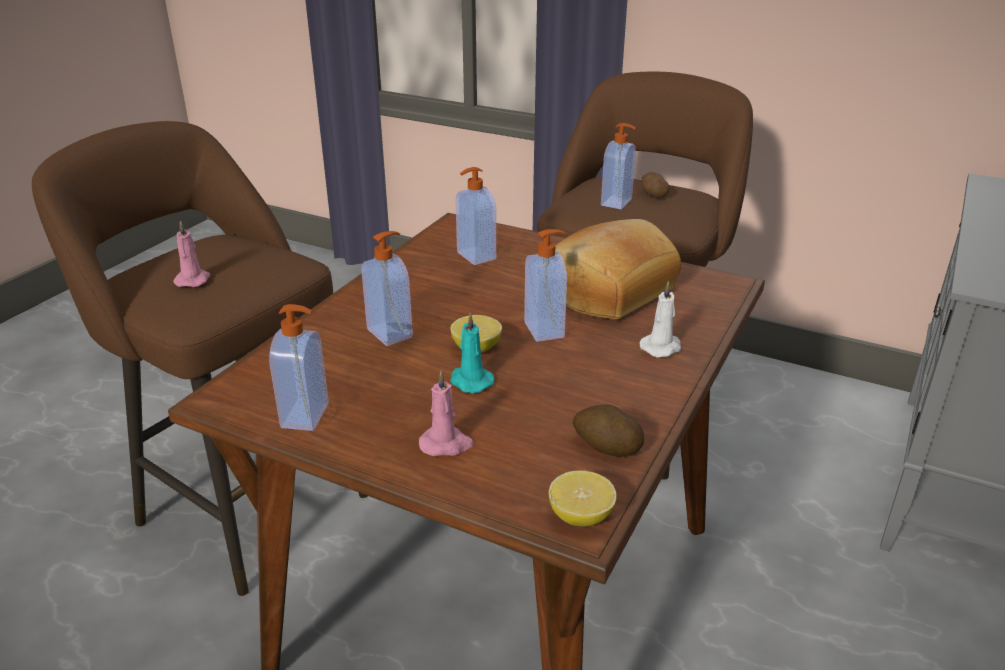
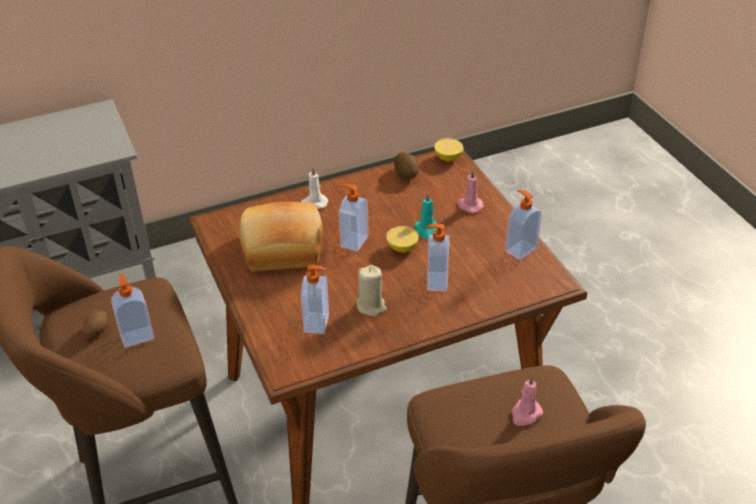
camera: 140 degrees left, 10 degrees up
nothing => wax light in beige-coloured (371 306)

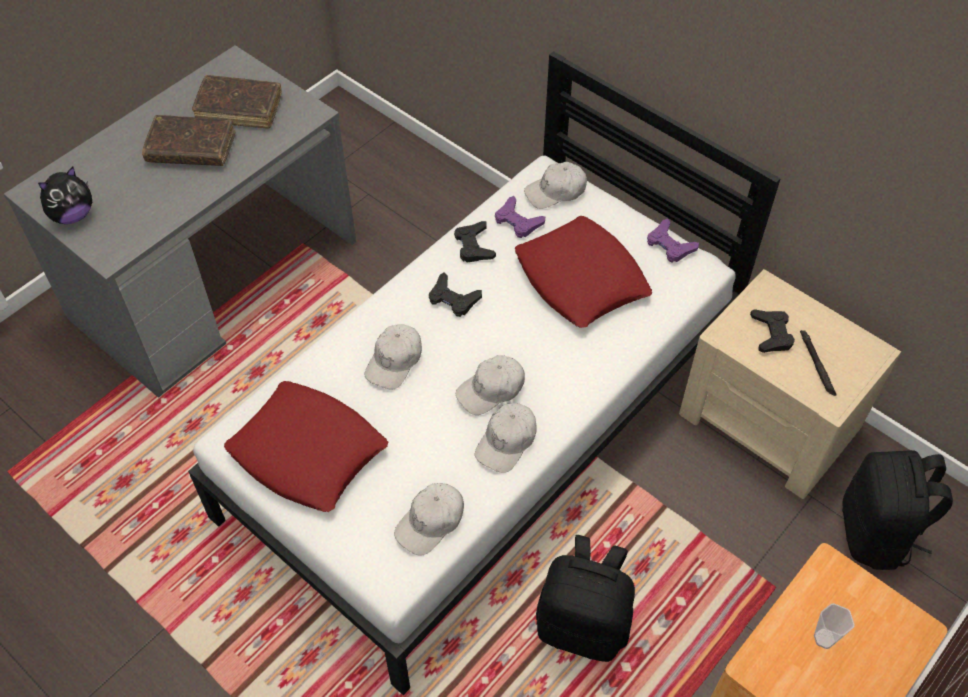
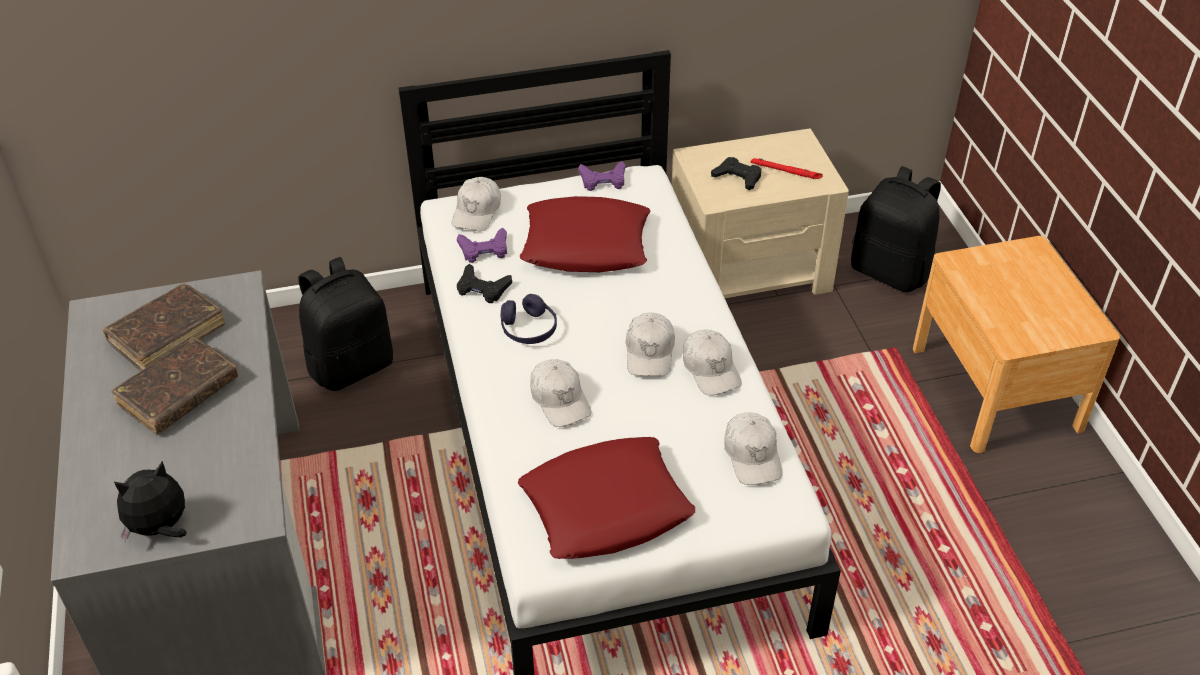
camera: 55 degrees left, 10 degrees down
plush toy (73 215) => plush toy (160 528), 120 degrees counterclockwise
joypad in blackish (453 299) => pair of headphones in purple-coloured (528 329)
rucksack in blackish (583 624) => rucksack in blackish (351 365), shifted
hand torch in blackish (816 364) => hand torch in red (785 171)
drinking cup (824 638) => nothing

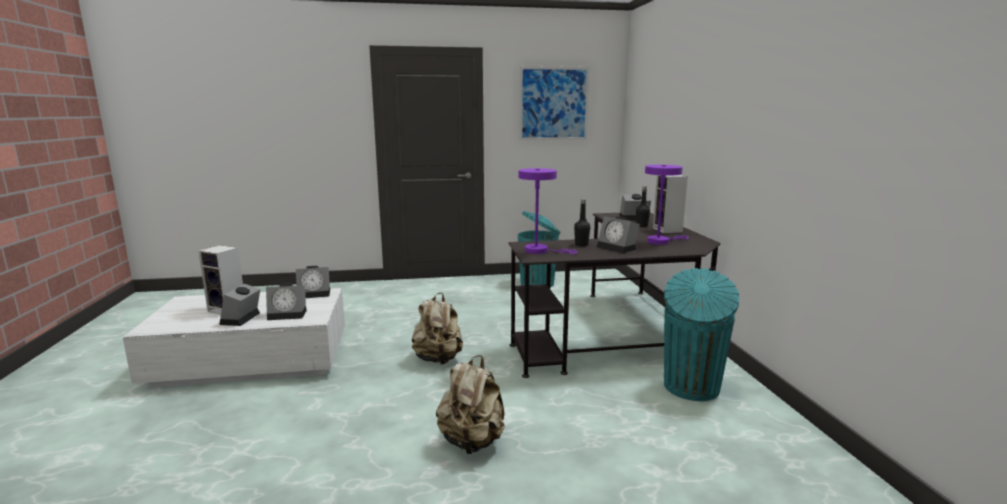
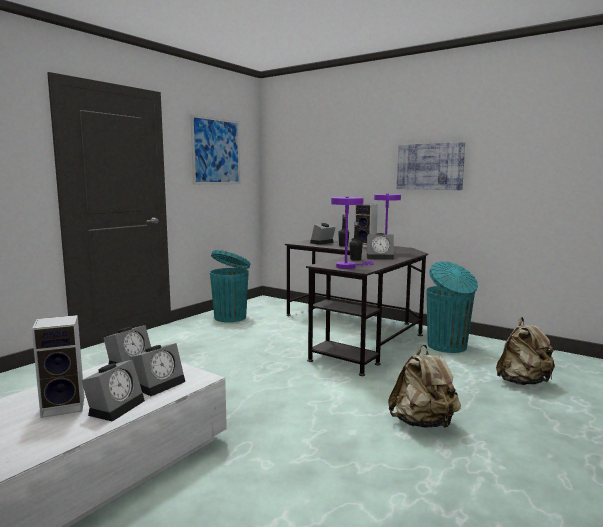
camera: 45 degrees left, 5 degrees down
table clock (241 319) => table clock (116 406), 120 degrees counterclockwise
rucksack in beige-coloured (438 359) => rucksack in beige-coloured (523 382), shifted
nothing => wall art (430 166)

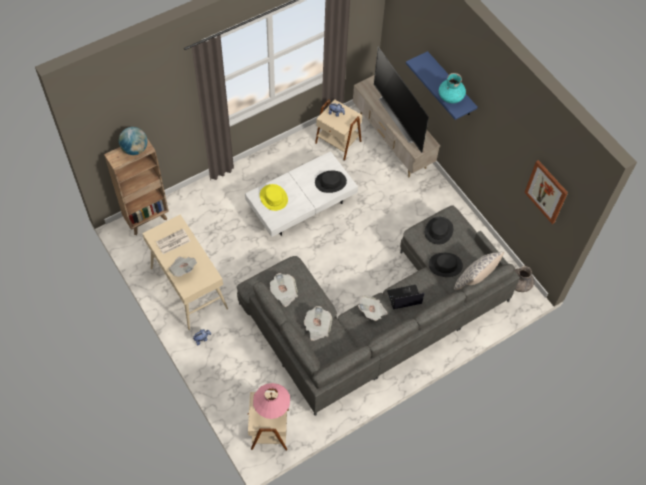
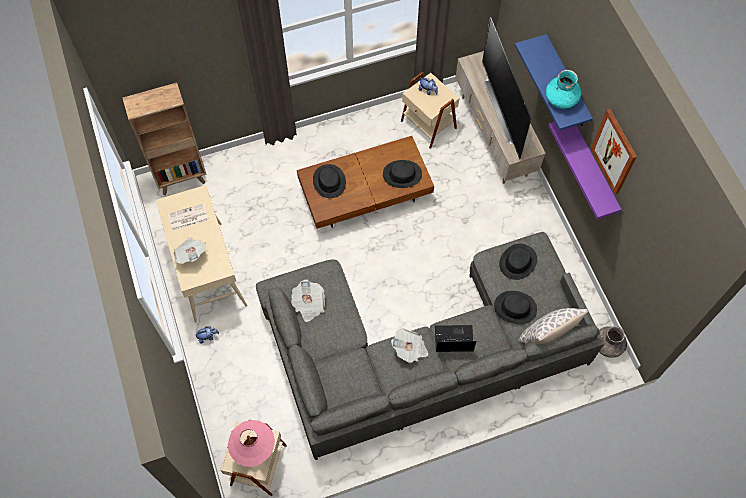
camera: 15 degrees right, 5 degrees up
world globe (135 149) => nothing
low table in whitish (301 205) => low table in brown-coloured (365 195)
wearable hat in yellow (273 197) => wearable hat in blackish (329 181)
daily paper (317 327) => nothing
wall art (546 191) => wall art (614 152), shifted
nothing => wall shelf in purple-coloured (593 168)

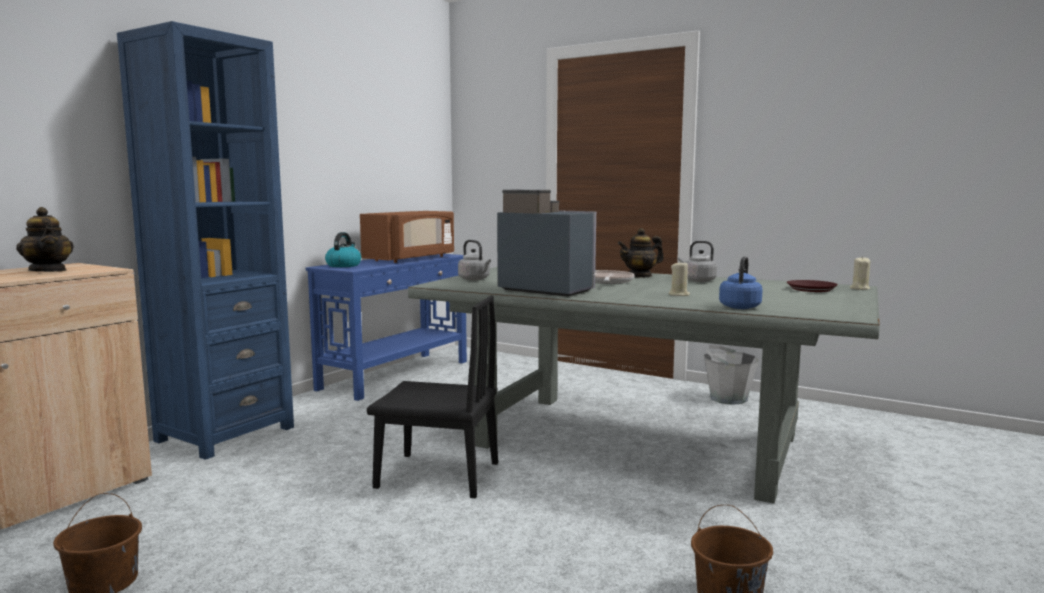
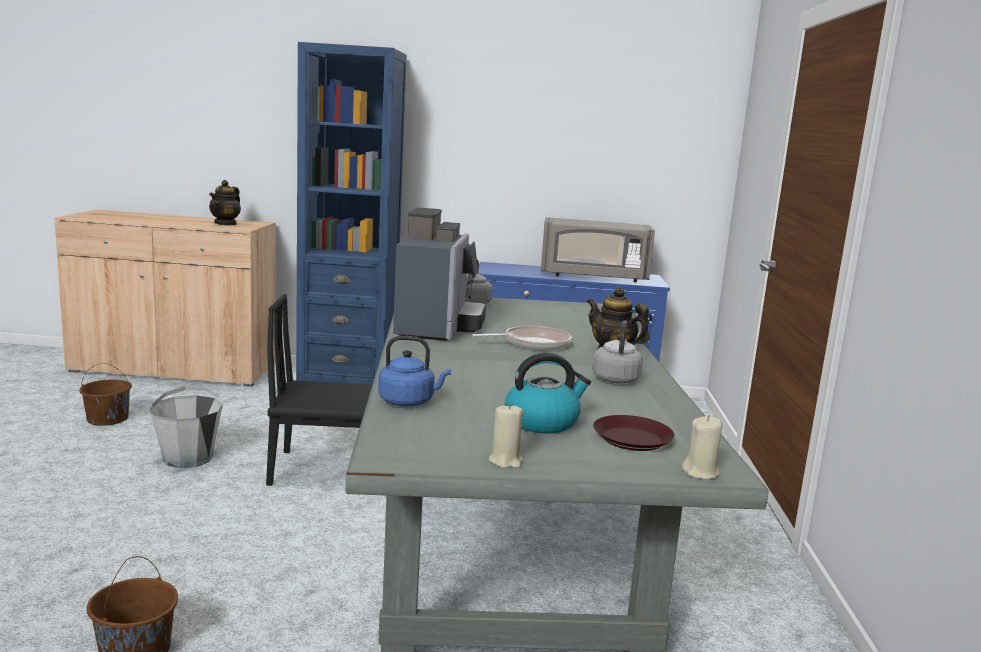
camera: 60 degrees right, 5 degrees up
kettle (343 265) => kettle (542 422), shifted
kitchen microwave in brown-coloured (411 259) => kitchen microwave in gray (593 276)
chair in blackish (437 475) => chair in blackish (325 470), 105 degrees clockwise
wax light in beige-coloured (679 294) => wax light in beige-coloured (506 461), shifted
water bucket in gray (728 398) => water bucket in gray (188 458), shifted

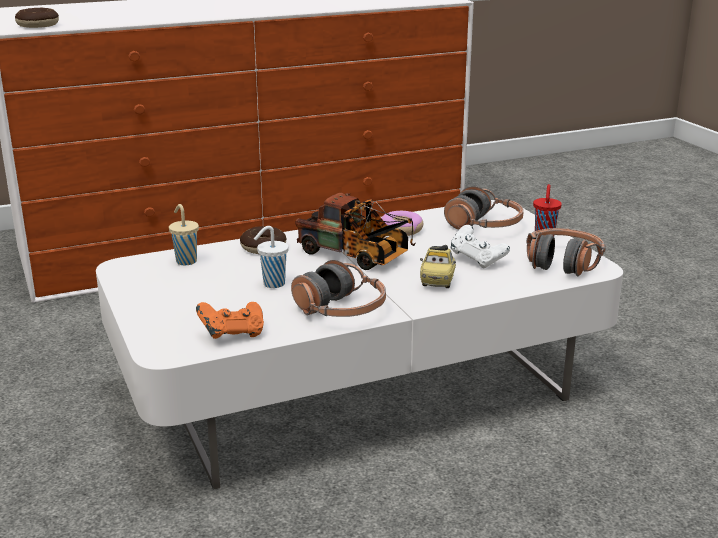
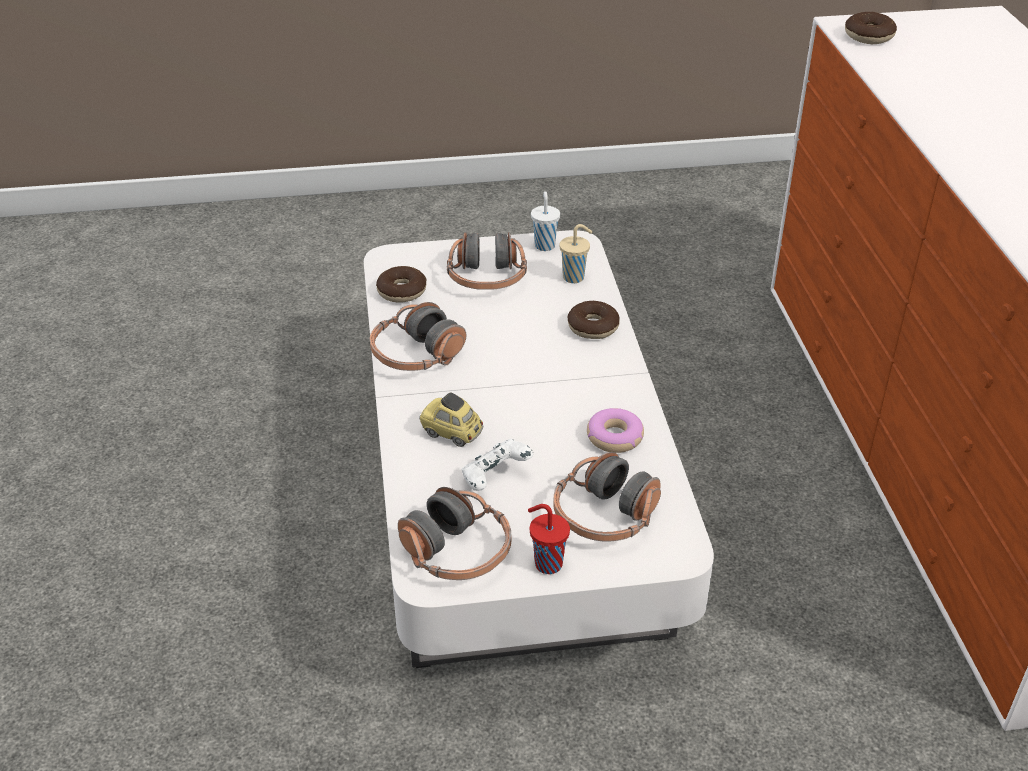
camera: 105 degrees right, 15 degrees up
joypad in orange-coloured (233 334) => donut (402 291)
drinking cup in whitish (272 284) => drinking cup in whitish (544 245), shifted
toy lorry (358 257) => nothing
nothing => pair of headphones (487 278)

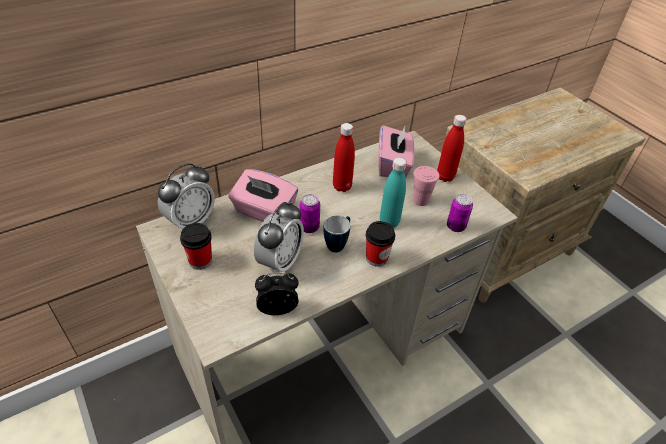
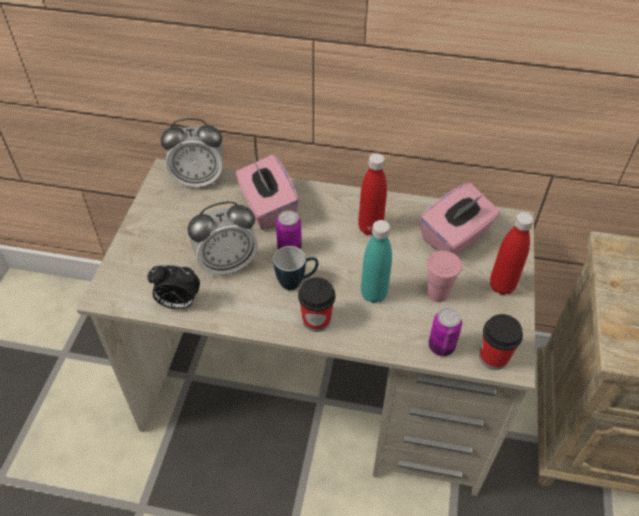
camera: 45 degrees right, 5 degrees up
drinking cup (200 260) => drinking cup (493 357), shifted
table clock (277 308) => table clock (178 303), 150 degrees clockwise

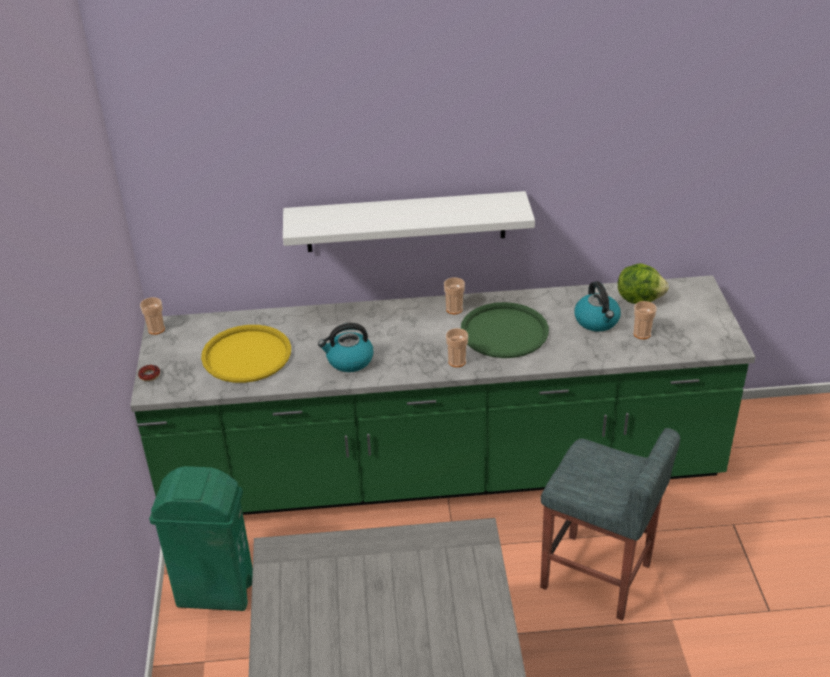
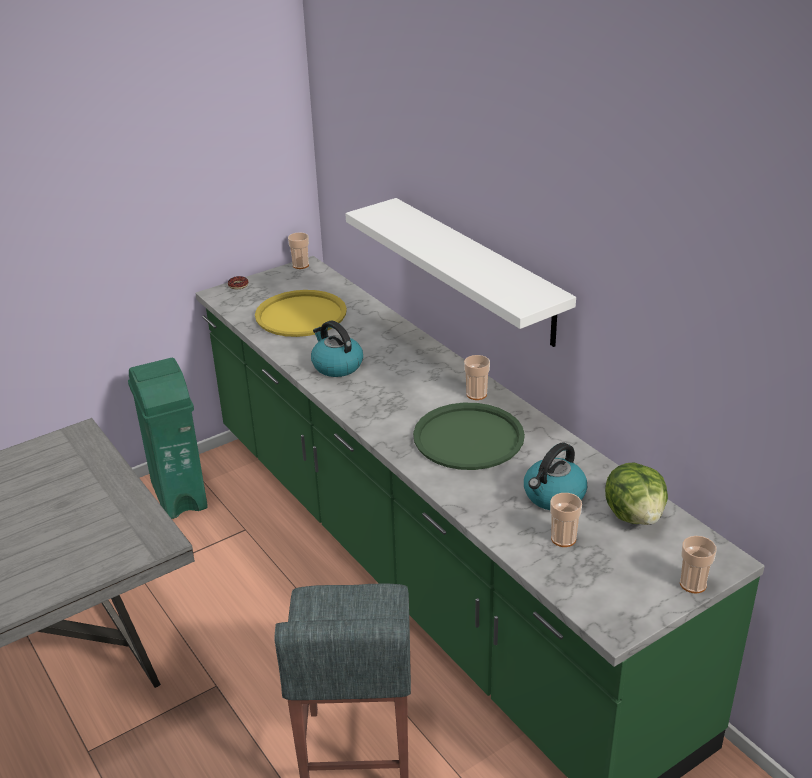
camera: 60 degrees right, 5 degrees down
drinking cup (457 361) => drinking cup (693 584), shifted

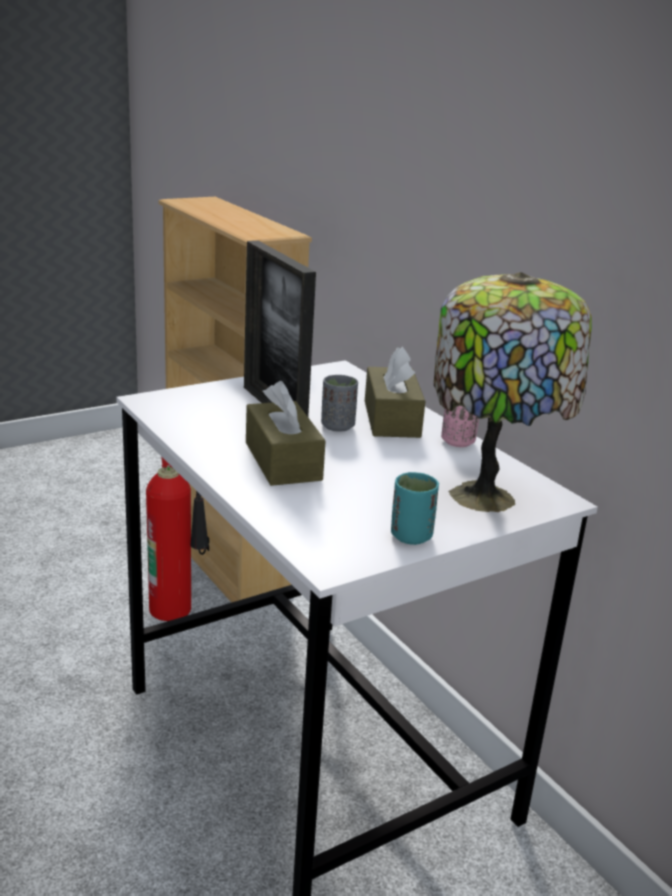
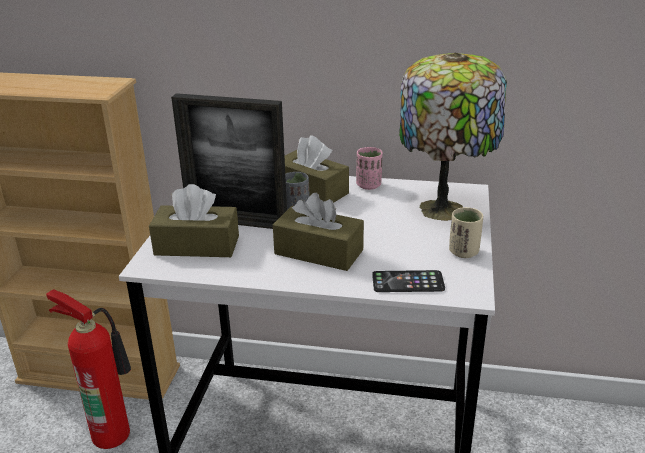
camera: 45 degrees left, 5 degrees up
drinking cup in turquoise (411 536) => drinking cup in beige-coloured (463 252)
nothing => box of tissues in brown-coloured (197 245)
nothing => handset (408 282)

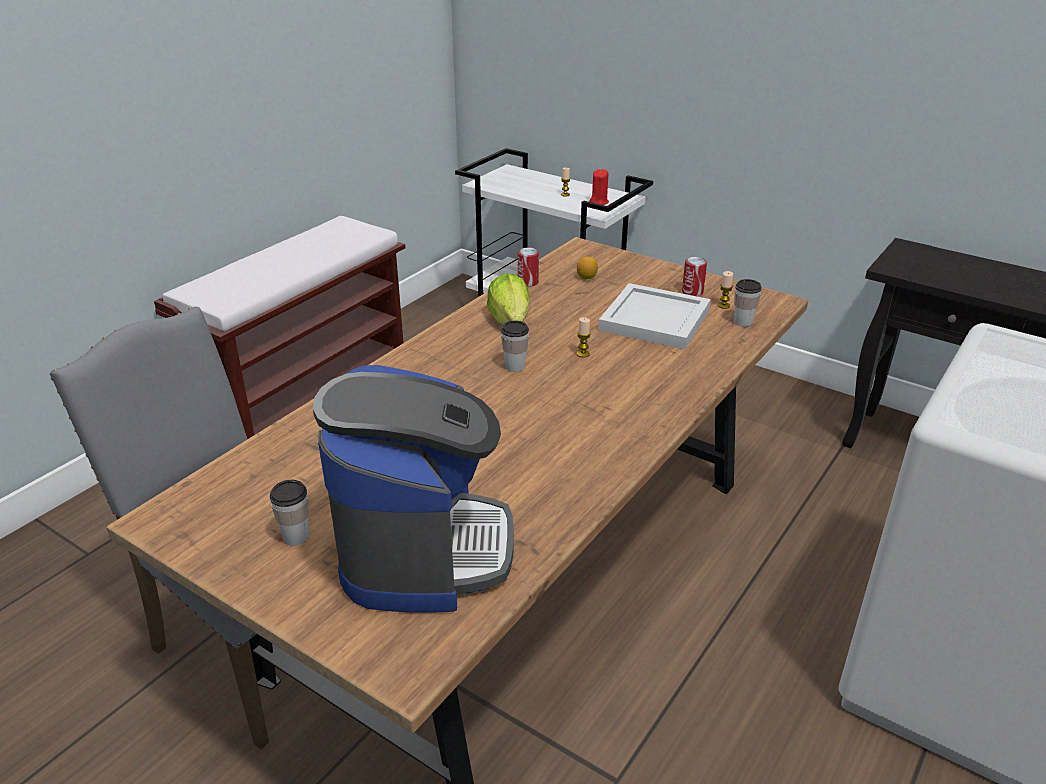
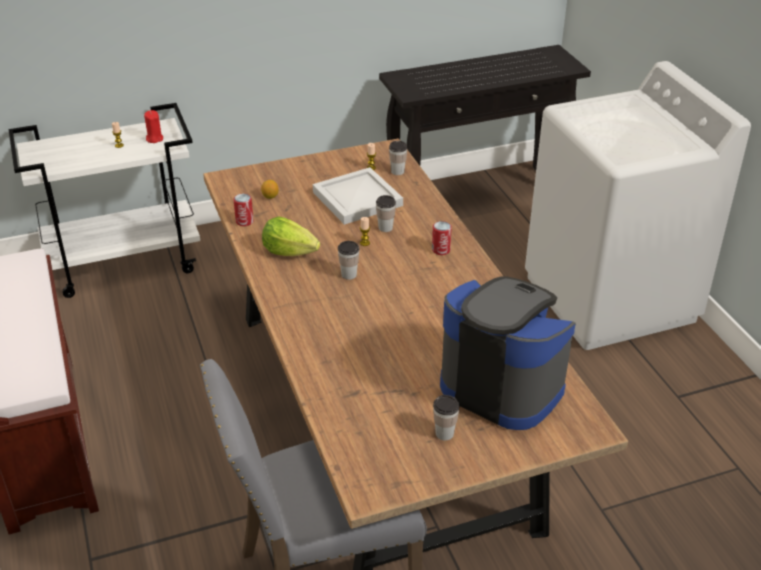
camera: 55 degrees left, 5 degrees up
metal can (692 292) => metal can (441 250), shifted
nothing => drinking cup (385 228)

